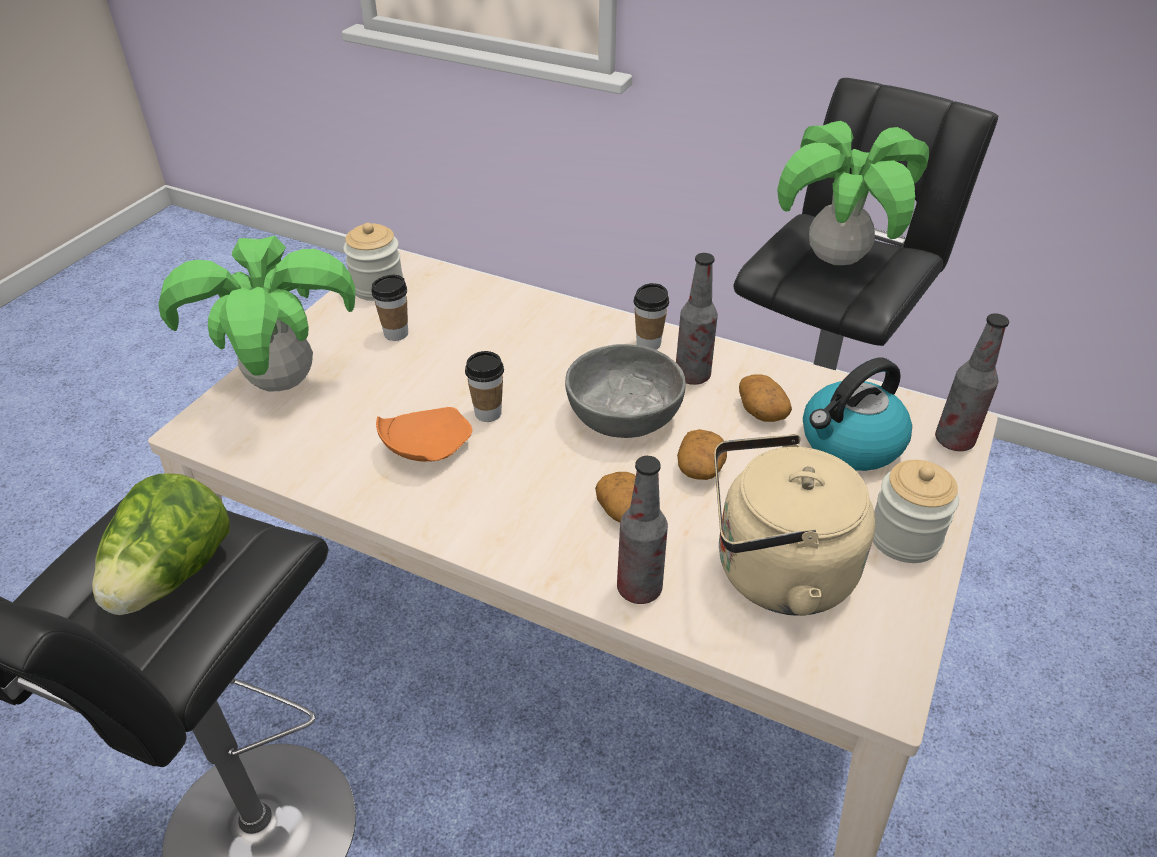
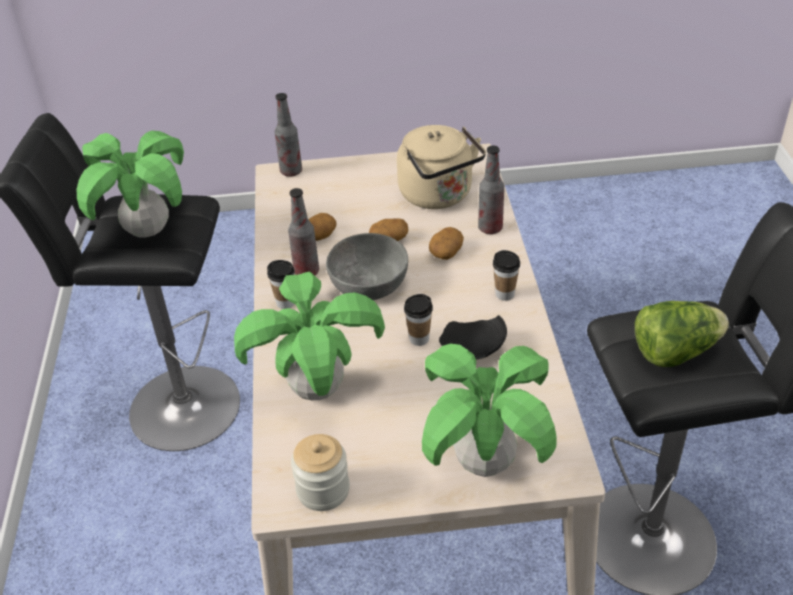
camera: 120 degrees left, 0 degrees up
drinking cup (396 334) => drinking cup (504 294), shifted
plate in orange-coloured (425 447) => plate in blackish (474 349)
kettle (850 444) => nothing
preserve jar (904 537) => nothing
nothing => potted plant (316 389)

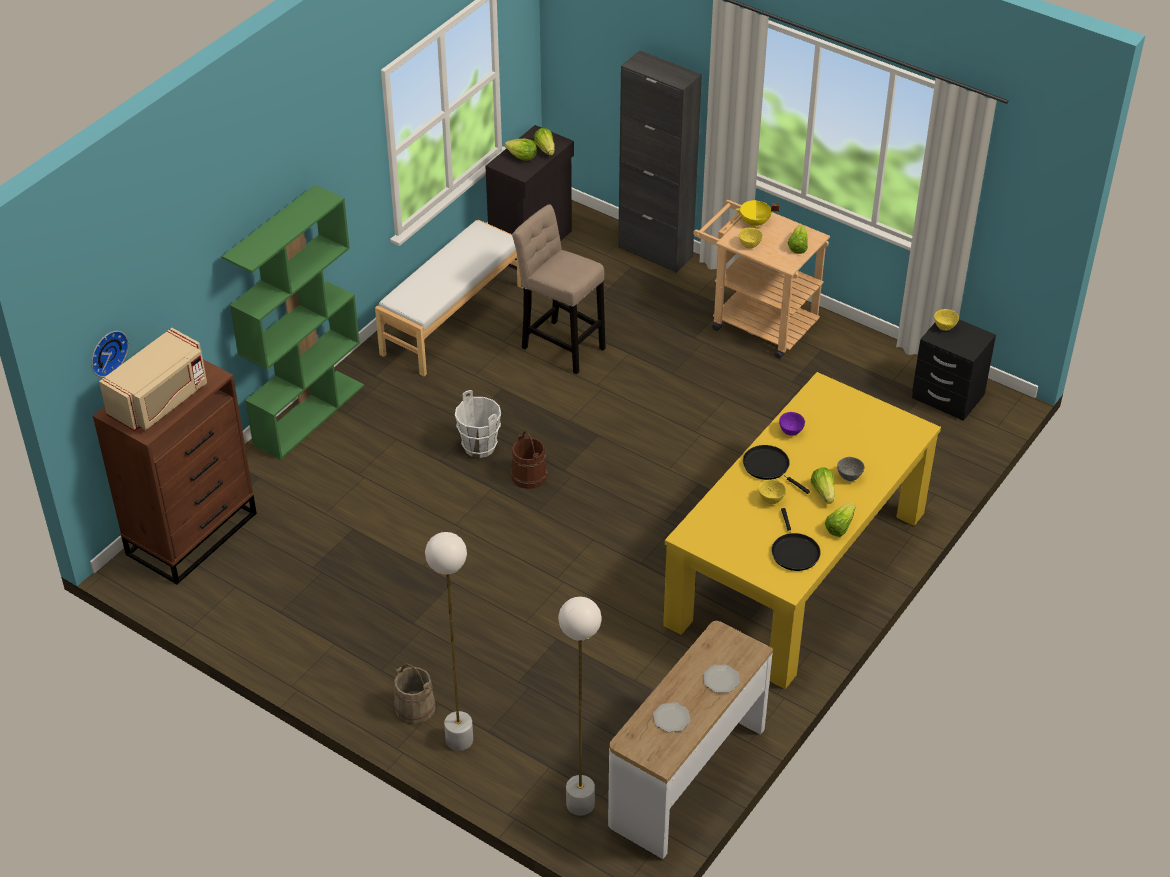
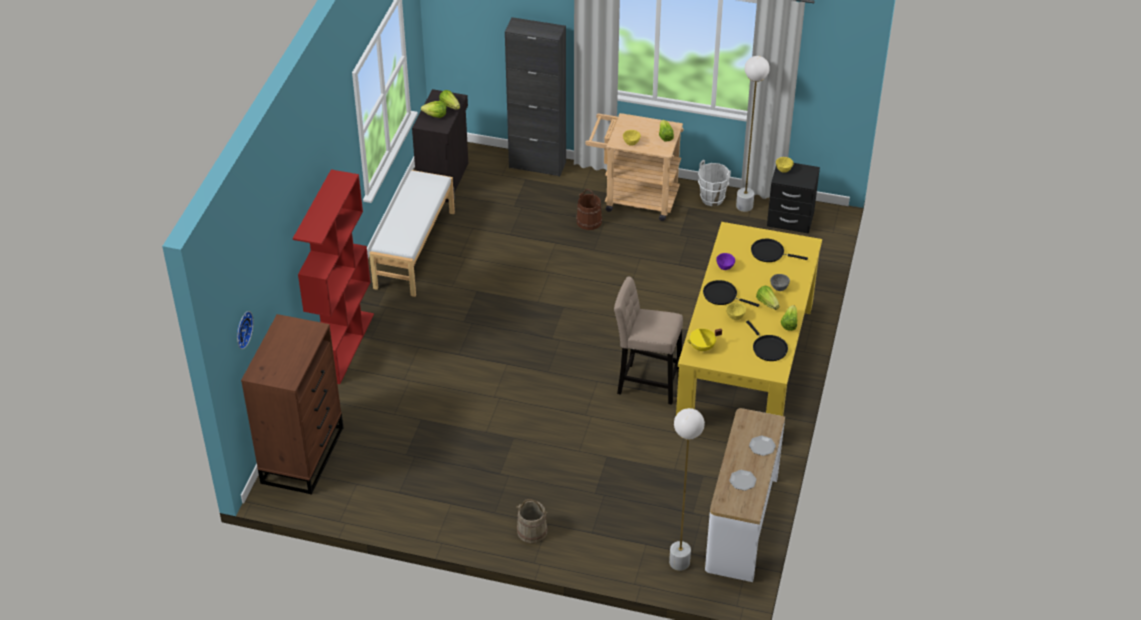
camera: 20 degrees left, 0 degrees up
kitchen microwave in beige-coloured (160 400) => nothing
shelving unit in greenish (309 414) => shelving unit in red (343 345)
standing lamp in whitish (459 739) => standing lamp in whitish (744 206), shifted
water bucket in whitish (479 447) => water bucket in whitish (712 199), shifted
water bucket in brown-coloured (528 475) => water bucket in brown-coloured (589 221), shifted
sitting stool in beige-coloured (560 345) => sitting stool in beige-coloured (645 383), shifted
cooking pot in yellow (755 223) => cooking pot in yellow (702 347), shifted
nothing => pan in blackish (770 253)

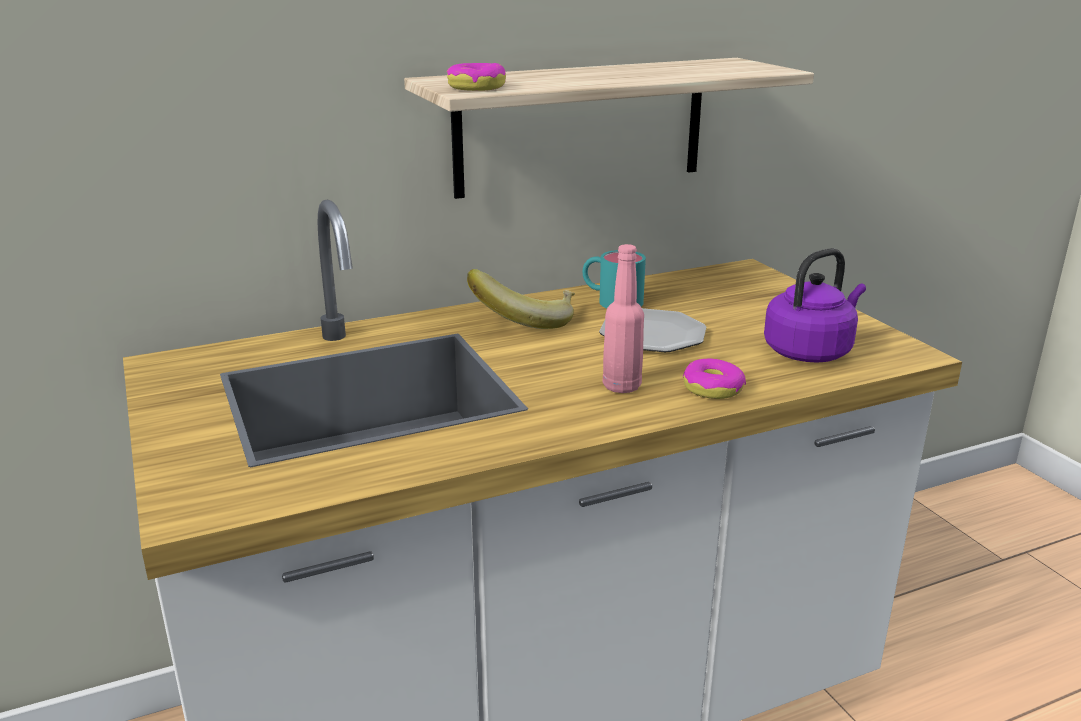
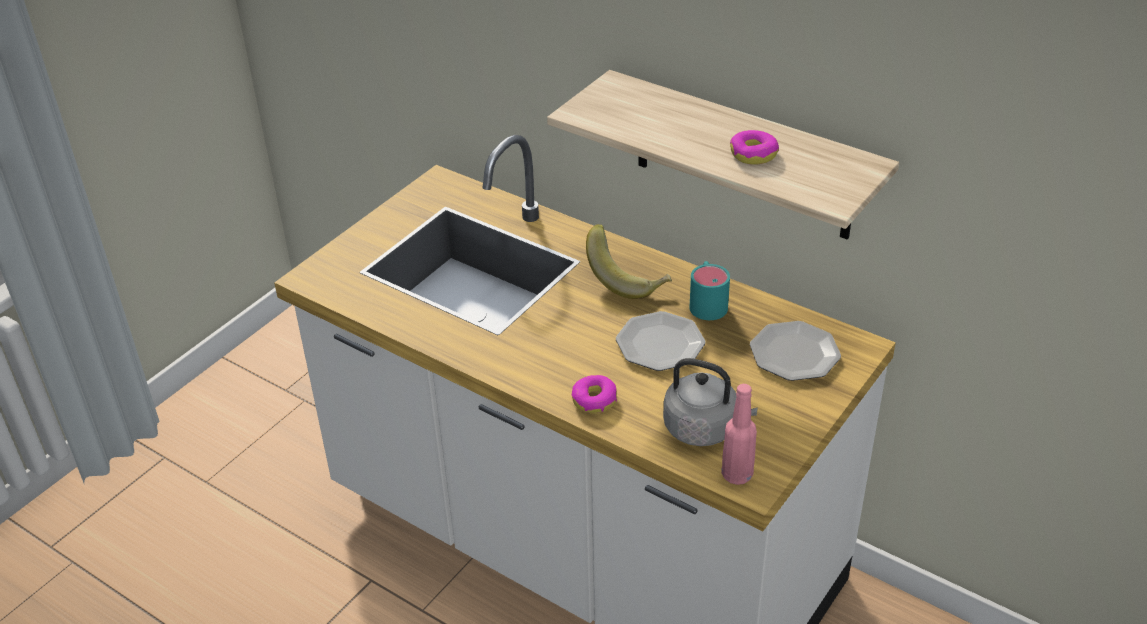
camera: 60 degrees right, 15 degrees up
donut (477 87) => donut (753 154), shifted
beverage bottle in pinkish (621 386) => beverage bottle in pinkish (736 475), shifted
kettle in purple-coloured (810 351) => kettle in gray (704 429)
nothing => plate (794 353)

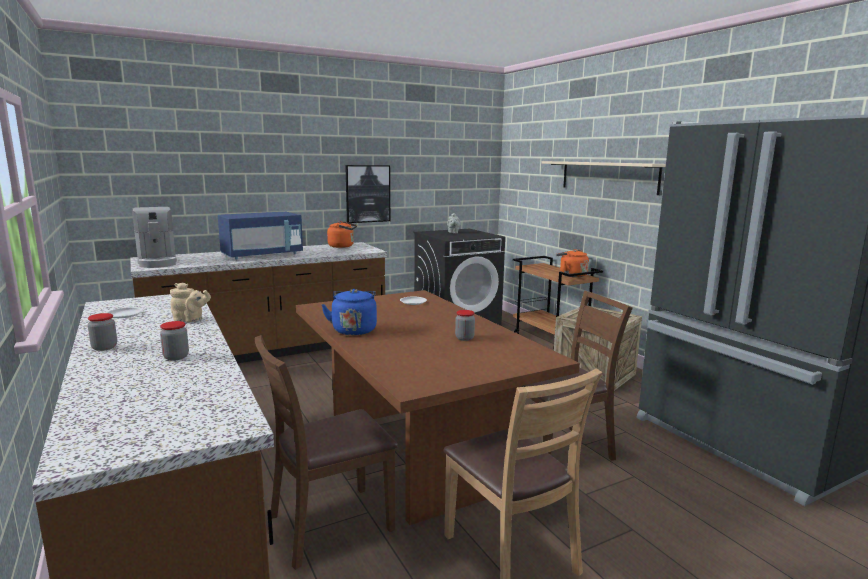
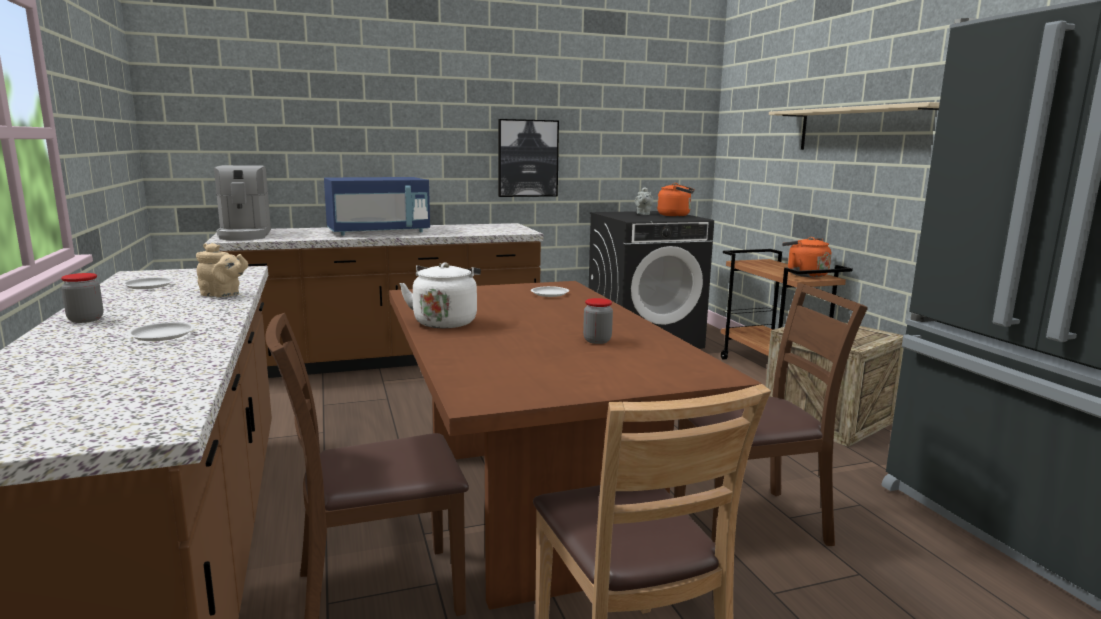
camera: 10 degrees right, 0 degrees up
preserve jar (176 357) => plate in whitish (162 335)
kettle in blue (354 329) => kettle in whitish (445 322)
kettle in orange-coloured (343 246) => kettle in orange-coloured (676 215), shifted

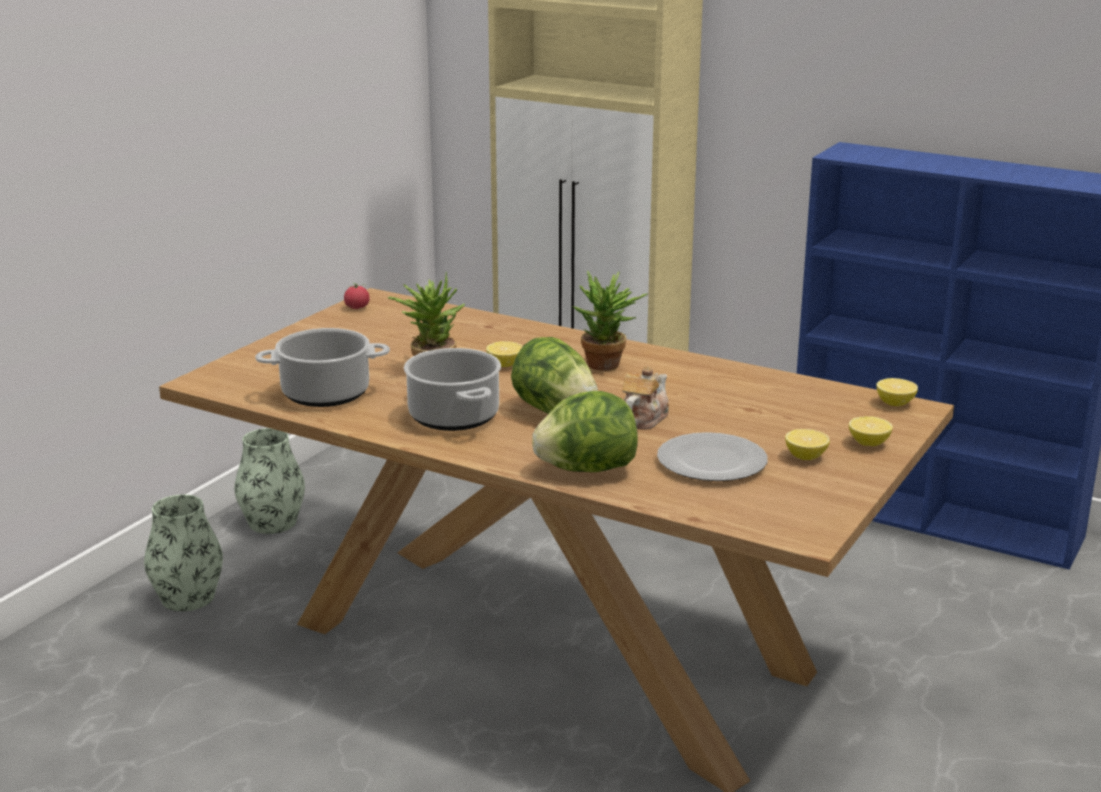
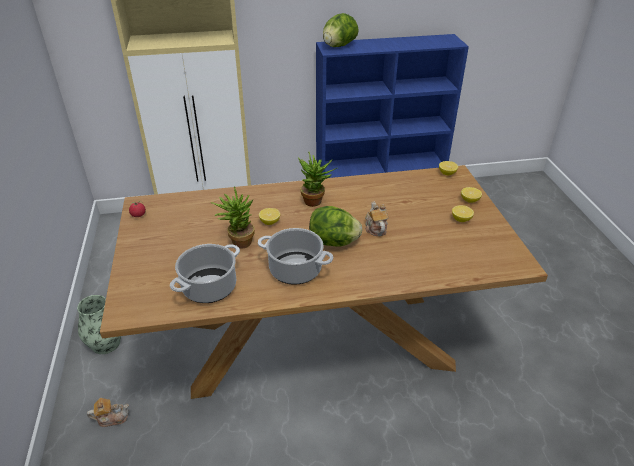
camera: 40 degrees left, 15 degrees up
flower vase (188 597) => teapot (112 418)
lettuce head (586 469) => lettuce head (339 46), shifted
plate (710 462) => nothing

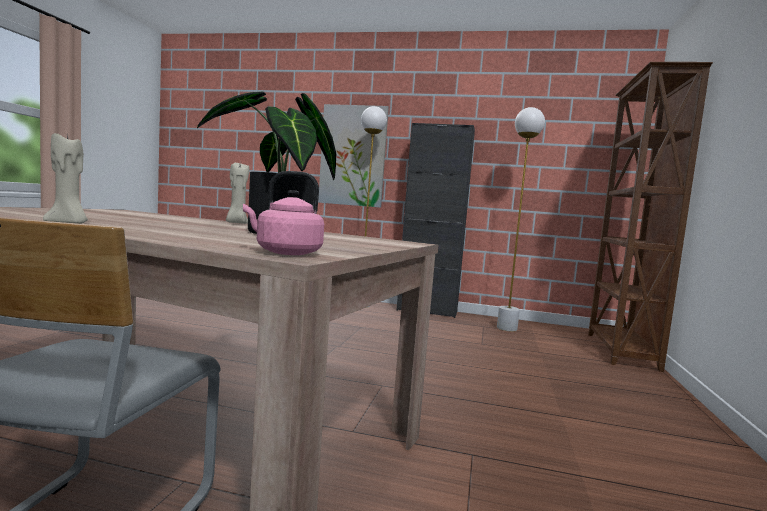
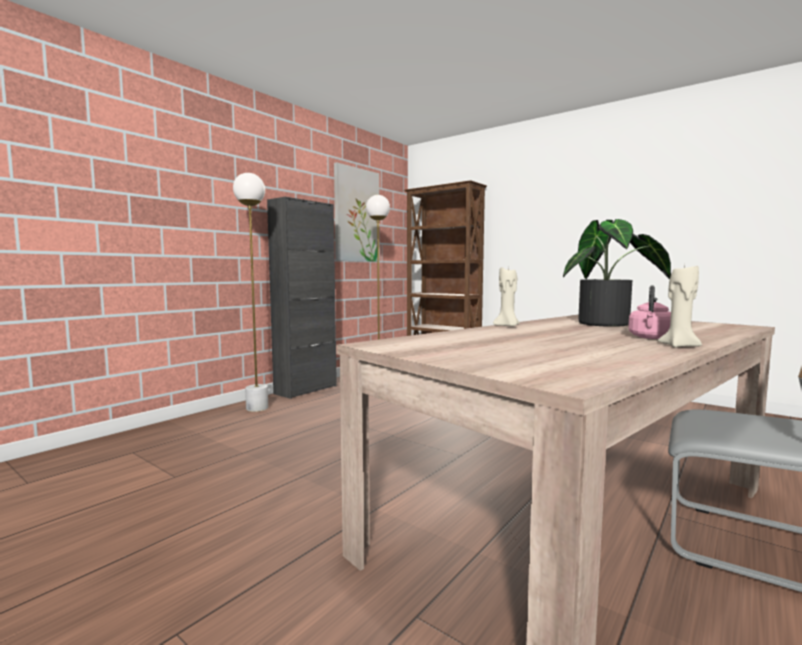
camera: 65 degrees left, 0 degrees up
kettle in pinkish (285 252) => kettle in pinkish (651 338), shifted
wall art (353 156) => wall art (356 215), shifted

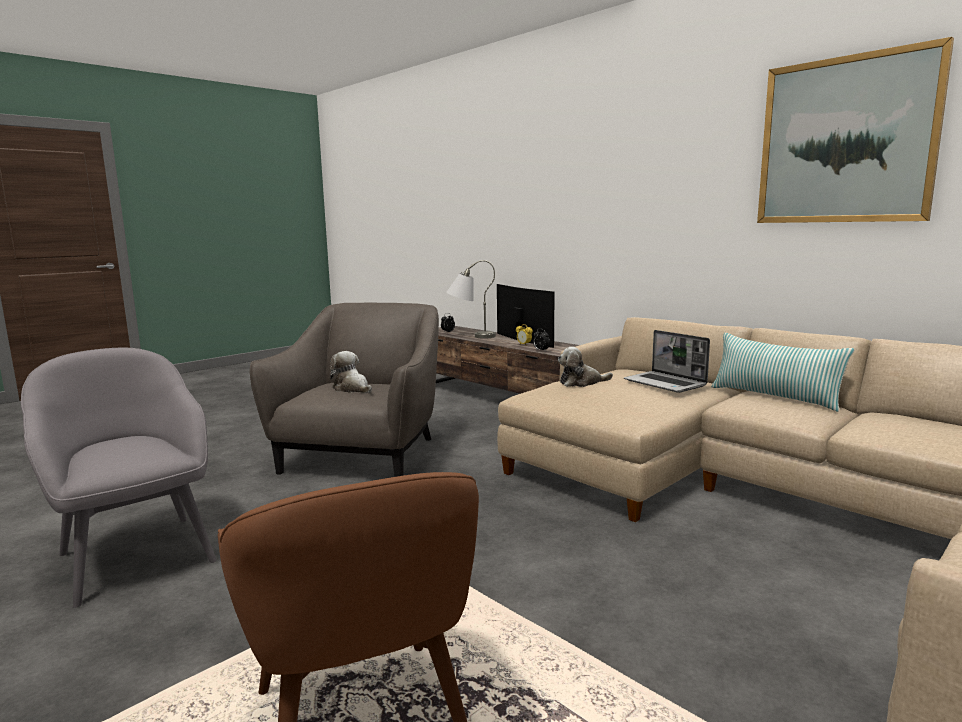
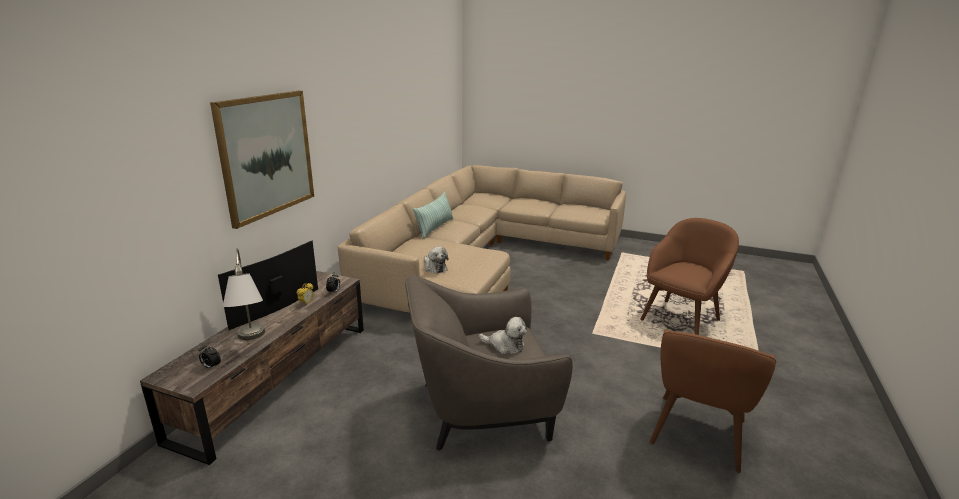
camera: 115 degrees left, 10 degrees up
easy chair in gray (136 555) => easy chair in brown-coloured (697 433)
plush toy (352 389) => plush toy (505 345), 90 degrees counterclockwise
notebook computer (666 383) => nothing
wall art (845 141) => wall art (266 155), shifted

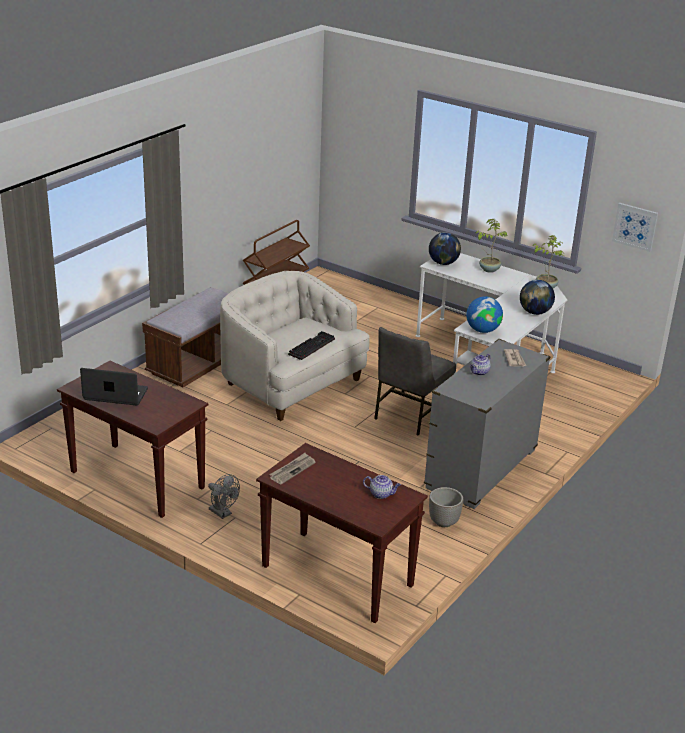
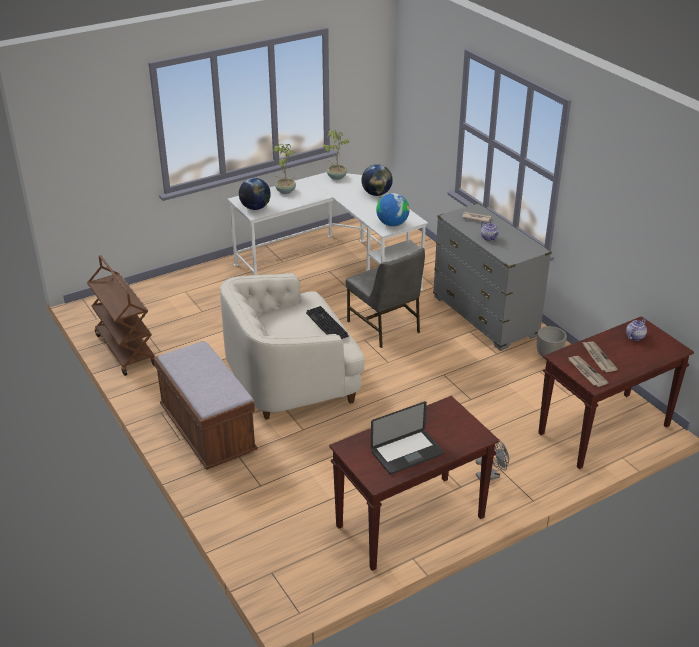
camera: 65 degrees left, 5 degrees up
notebook computer (115 394) => notebook computer (407 453), 150 degrees counterclockwise
wall art (635 226) => nothing
nothing => daily paper (598 357)

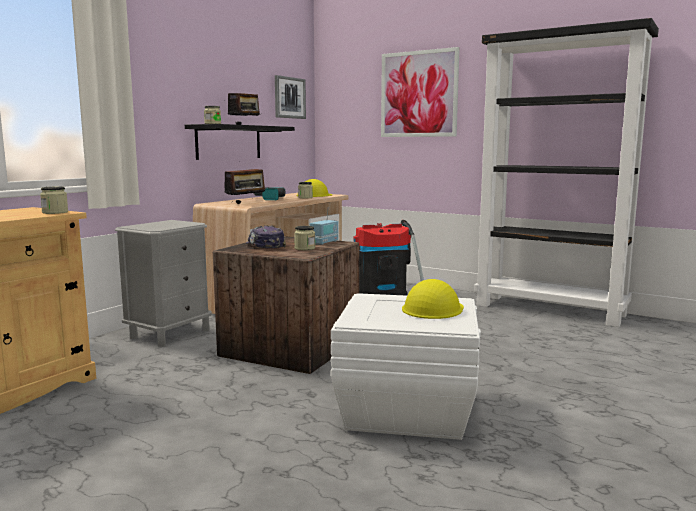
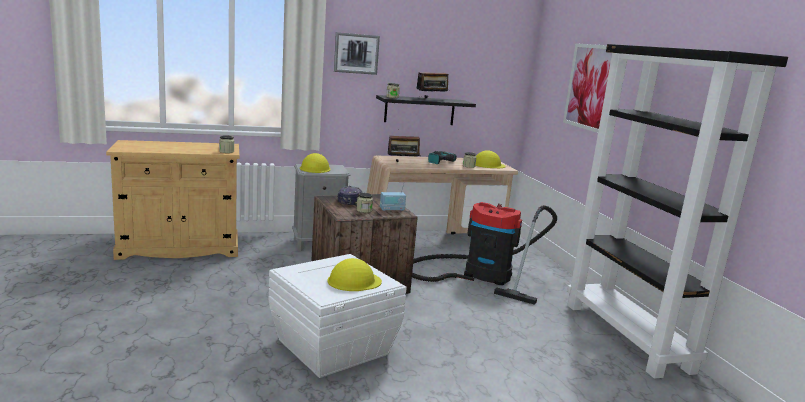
camera: 40 degrees right, 5 degrees up
wall art (289 97) => wall art (356 53), shifted
nothing => work helmet in yellow (315 168)

